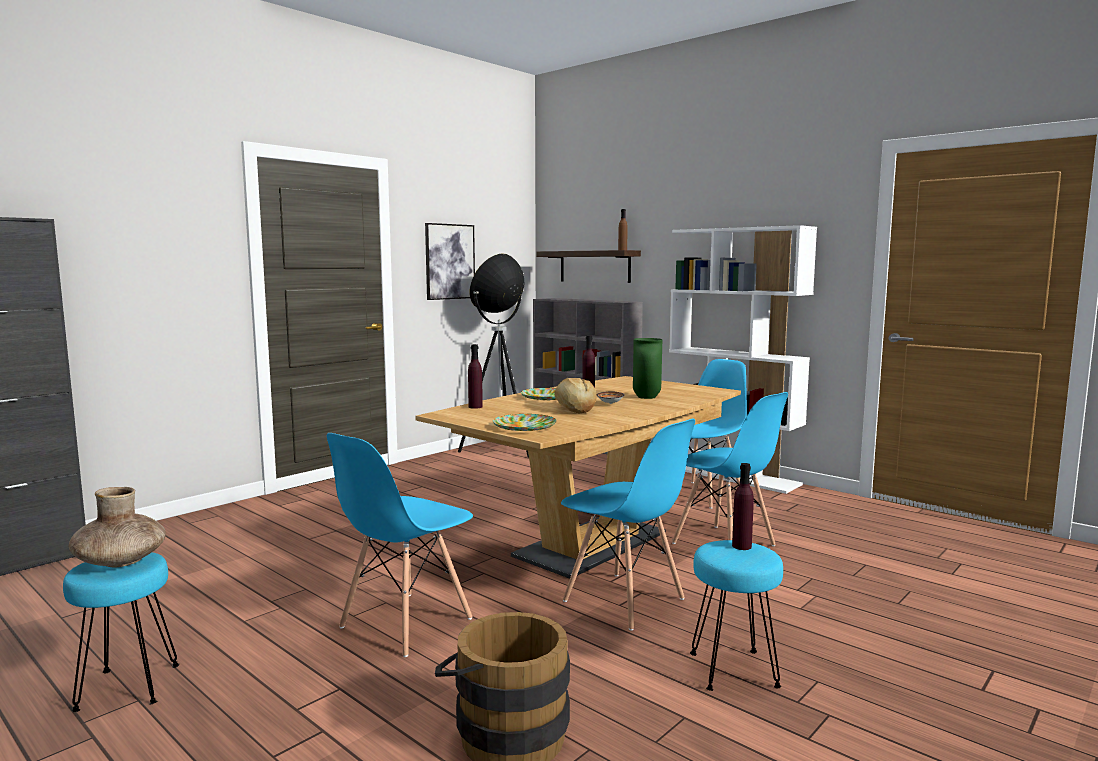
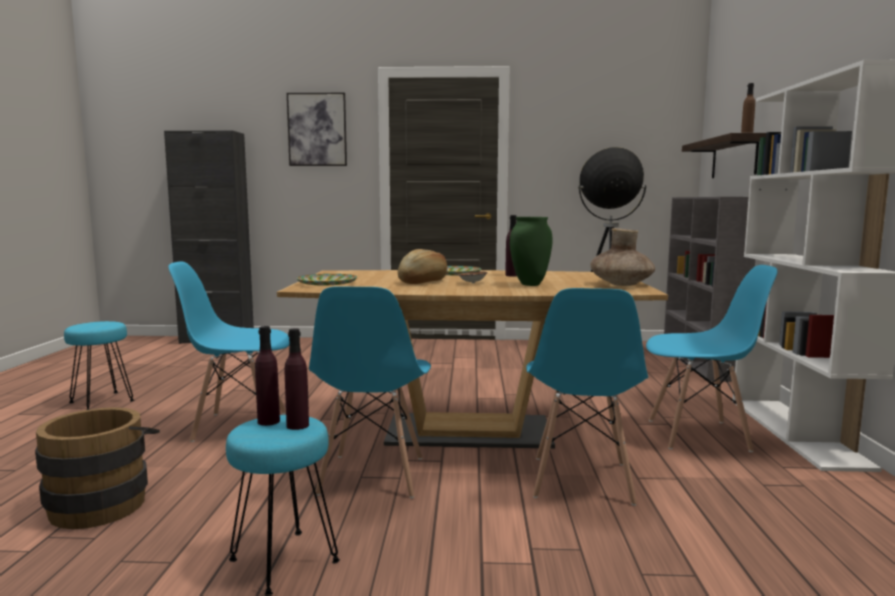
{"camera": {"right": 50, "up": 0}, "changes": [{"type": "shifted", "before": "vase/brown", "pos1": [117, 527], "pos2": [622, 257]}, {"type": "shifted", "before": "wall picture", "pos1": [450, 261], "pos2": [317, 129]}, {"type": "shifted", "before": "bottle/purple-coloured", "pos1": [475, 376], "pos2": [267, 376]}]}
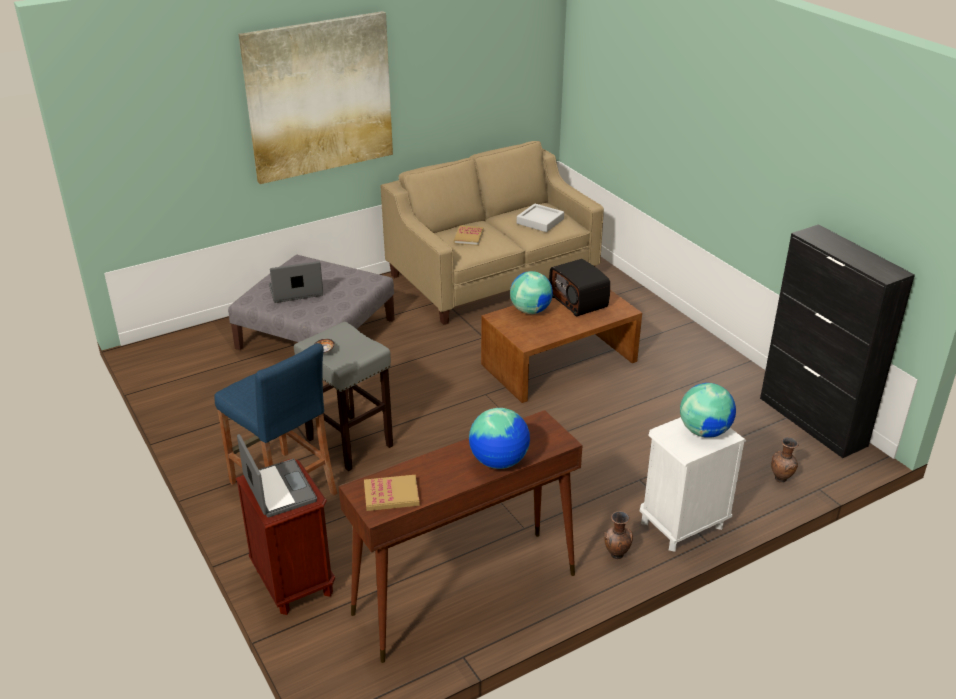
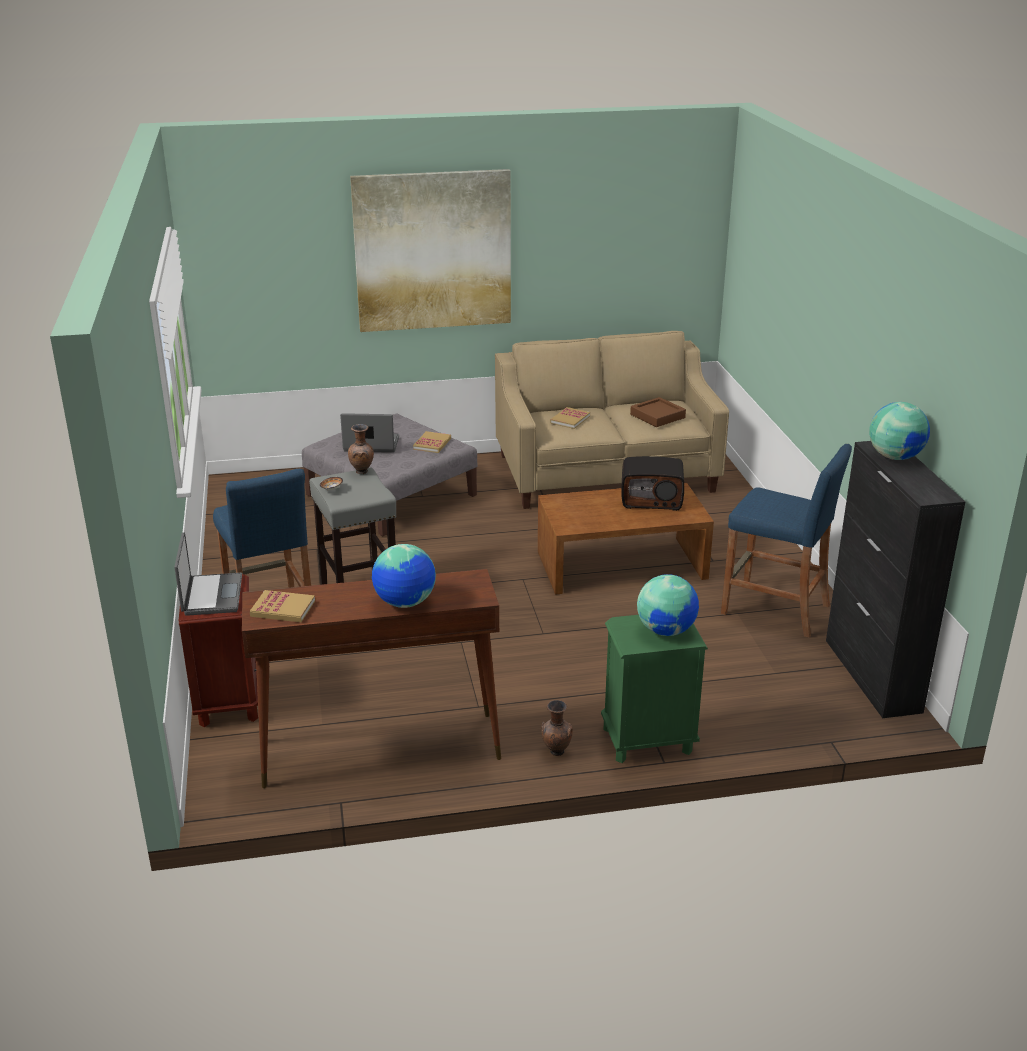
{"camera": {"right": 20, "up": -5}, "changes": [{"type": "new", "after": "bound book", "pos2": [432, 442]}, {"type": "new", "after": "sitting stool/blue-coloured", "pos2": [786, 541]}, {"type": "shifted", "before": "globe", "pos1": [531, 292], "pos2": [899, 431]}, {"type": "shifted", "before": "vase/brown", "pos1": [785, 459], "pos2": [361, 449]}, {"type": "repainted", "before": "tray/grey", "after": "tray/brown", "pos1": [540, 217], "pos2": [658, 412]}, {"type": "repainted", "before": "bedside table/whitish", "after": "bedside table/green-coloured", "pos1": [693, 484], "pos2": [654, 689]}, {"type": "rotated", "before": "radio set", "pos1": [579, 287], "pos2": [652, 483], "turn": -75}]}
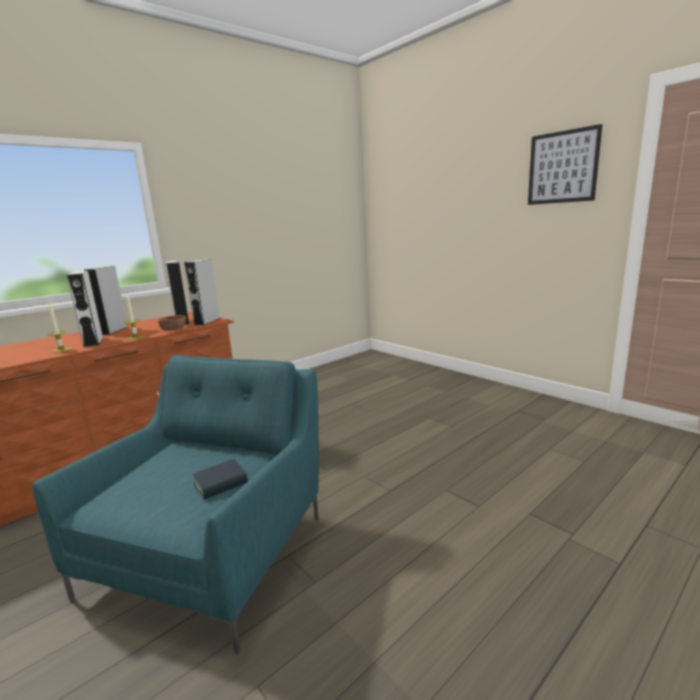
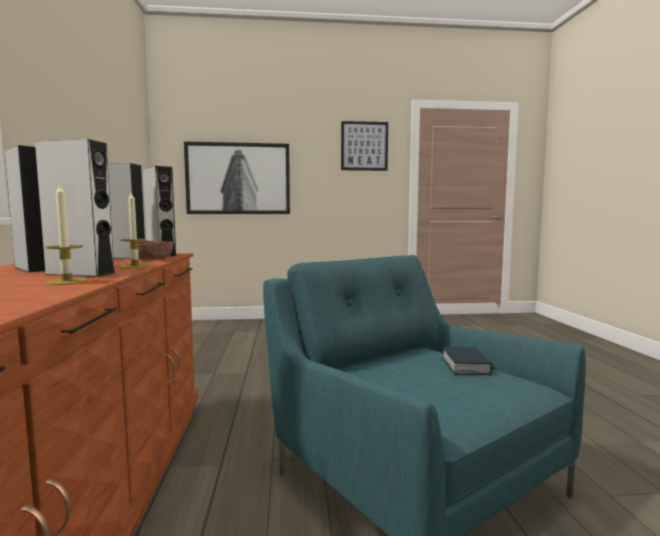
{"camera": {"right": -55, "up": -10}, "changes": [{"type": "new", "after": "wall picture", "pos2": [237, 178]}]}
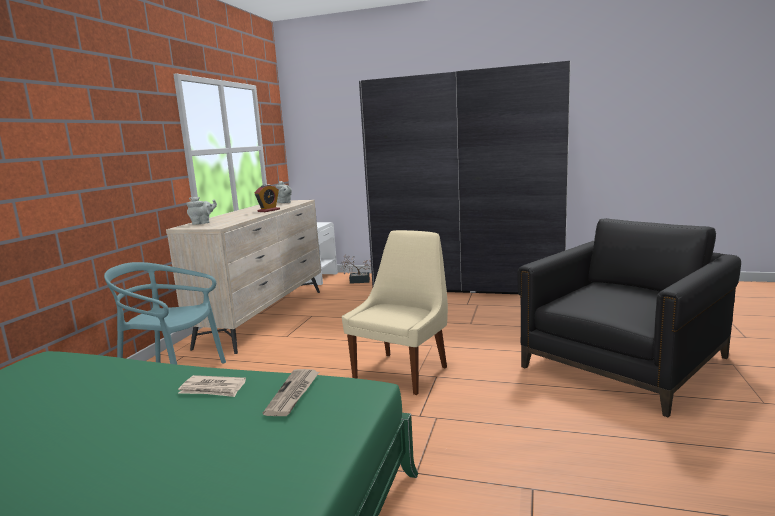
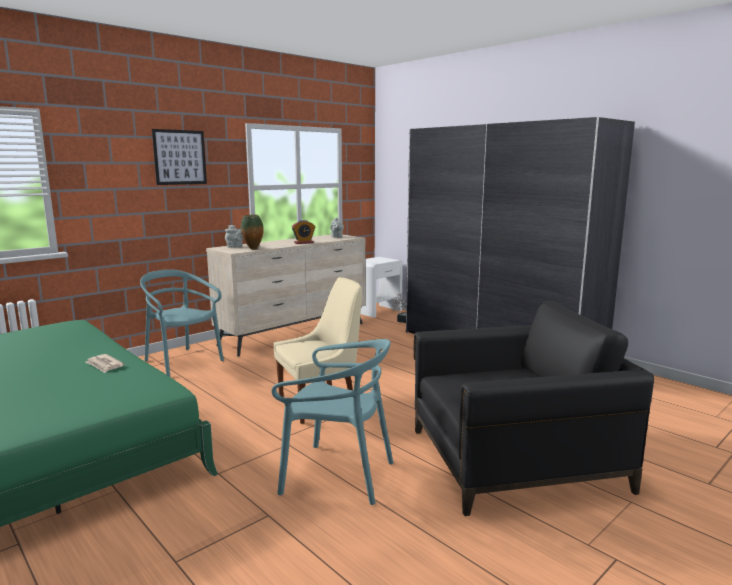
{"camera": {"right": 30, "up": 0}, "changes": [{"type": "gone", "before": "newspaper", "pos1": [291, 392]}, {"type": "new", "after": "wall picture", "pos2": [179, 157]}, {"type": "new", "after": "vase", "pos2": [252, 232]}, {"type": "new", "after": "chair/blue-green", "pos2": [332, 422]}]}
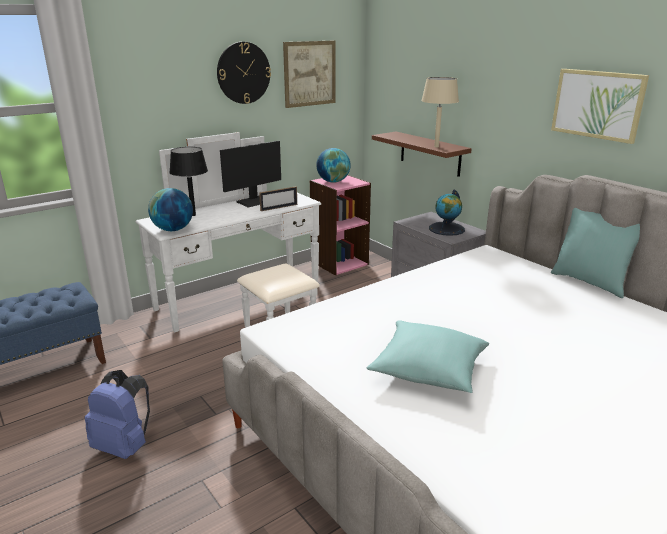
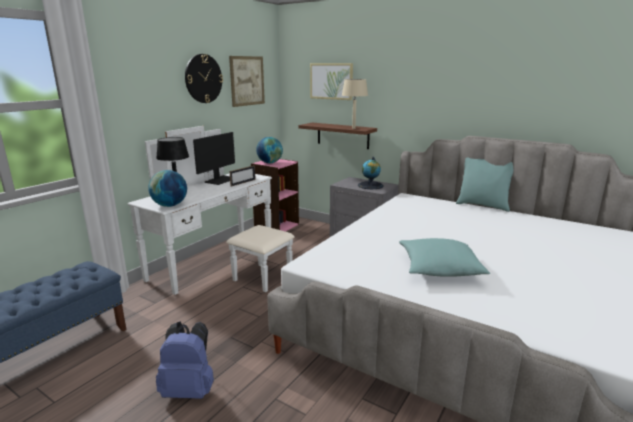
{"camera": {"right": -20, "up": -5}, "changes": [{"type": "shifted", "before": "wall picture", "pos1": [600, 106], "pos2": [331, 81]}]}
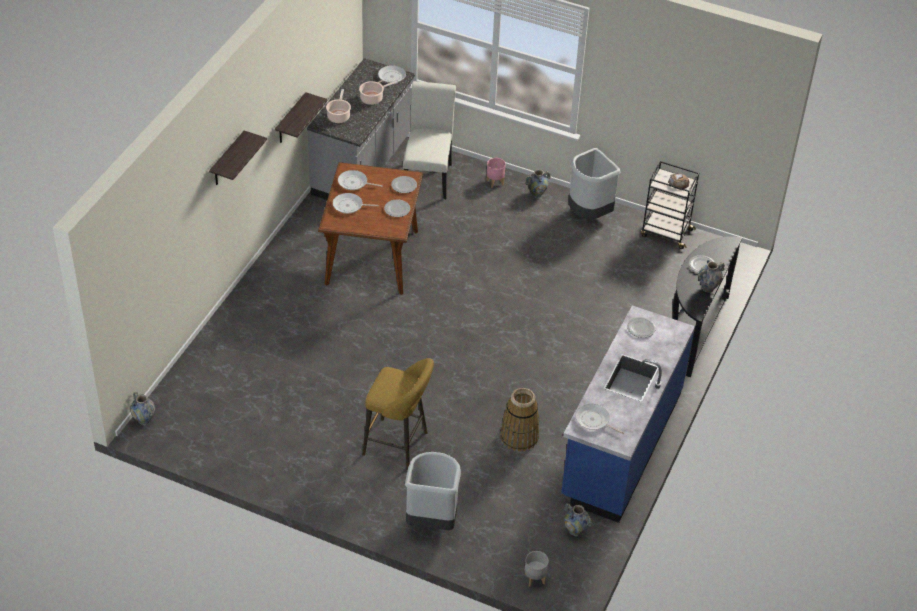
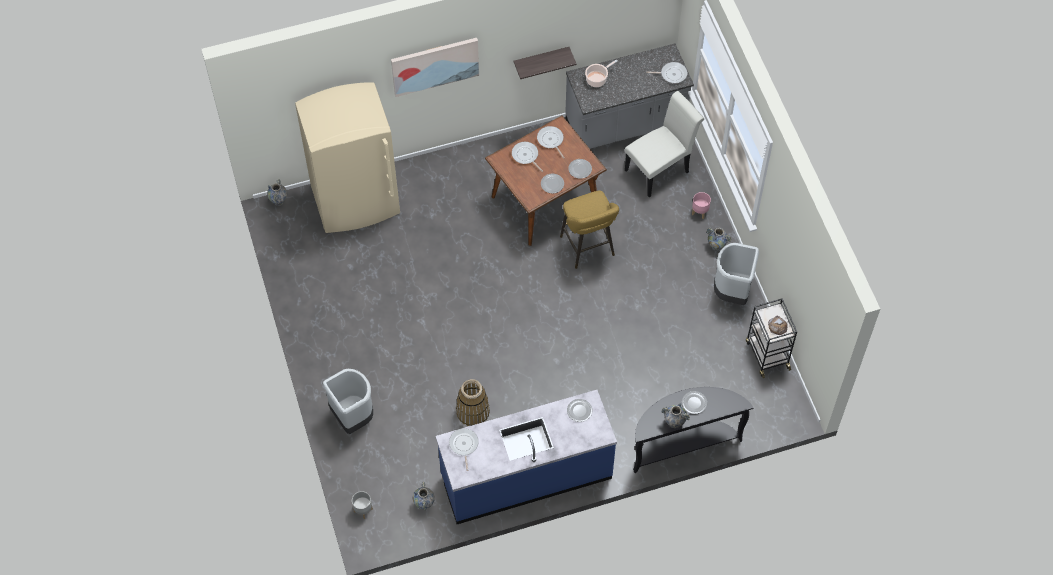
{"camera": {"right": 50, "up": 15}, "changes": [{"type": "gone", "before": "cooking pot", "pos1": [378, 93]}, {"type": "new", "after": "kitchen fridge/sand-coloured", "pos2": [347, 157]}, {"type": "shifted", "before": "sitting stool/yellow", "pos1": [398, 413], "pos2": [589, 230]}, {"type": "swapped", "before": "wall shelf", "after": "wall picture", "pos1": [238, 158], "pos2": [435, 67]}]}
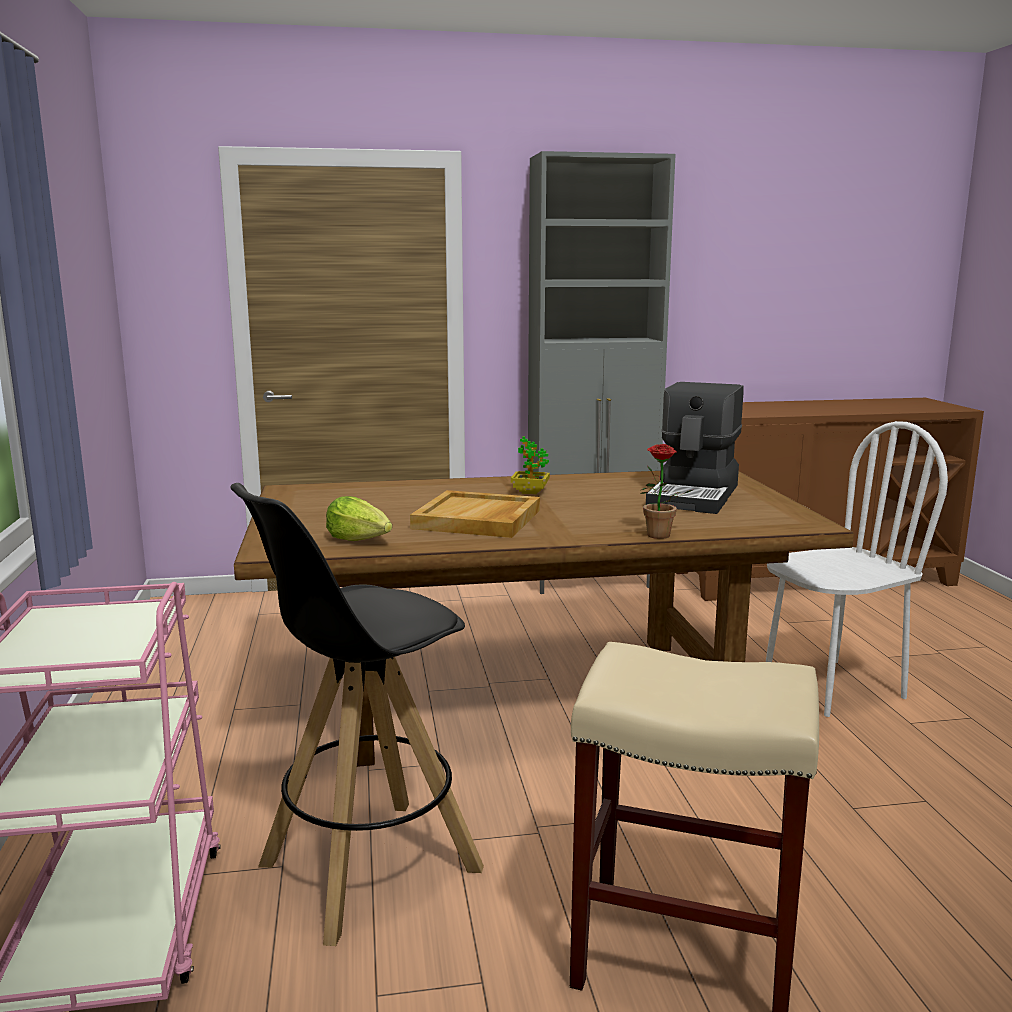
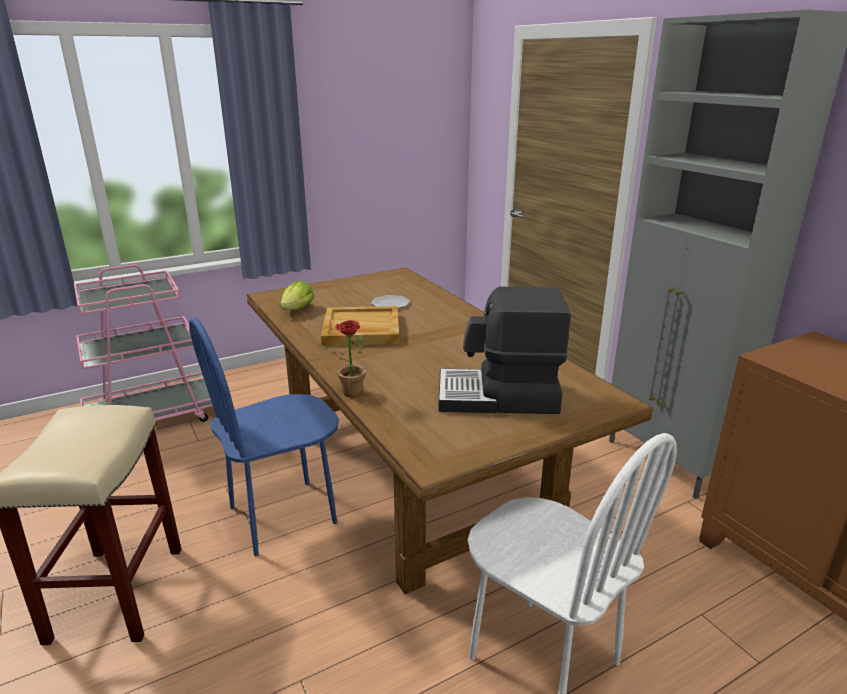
{"camera": {"right": 70, "up": 10}, "changes": [{"type": "gone", "before": "sitting stool/black-coloured", "pos1": [357, 714]}, {"type": "gone", "before": "plant in a pot", "pos1": [530, 465]}, {"type": "new", "after": "chair/blue-coloured", "pos2": [264, 437]}, {"type": "new", "after": "flat dish", "pos2": [390, 301]}]}
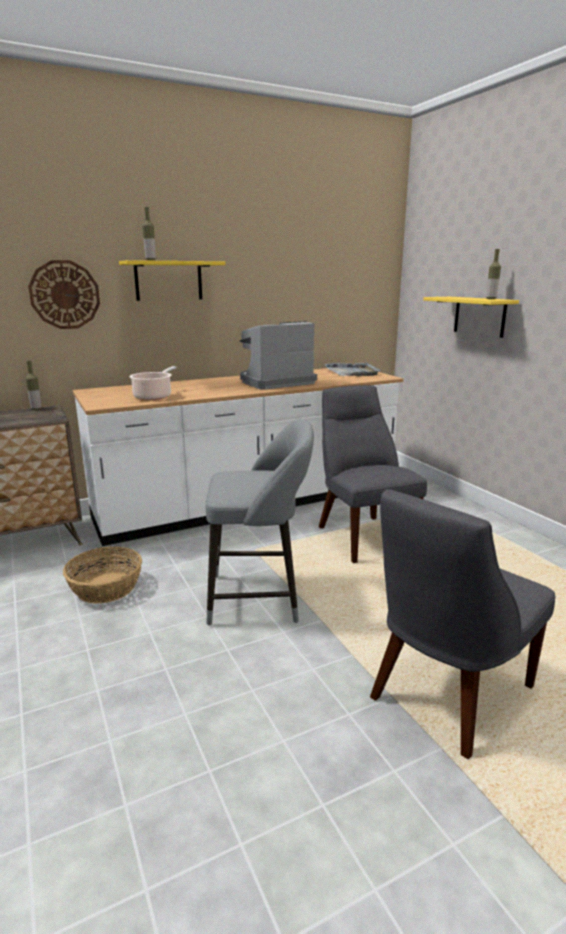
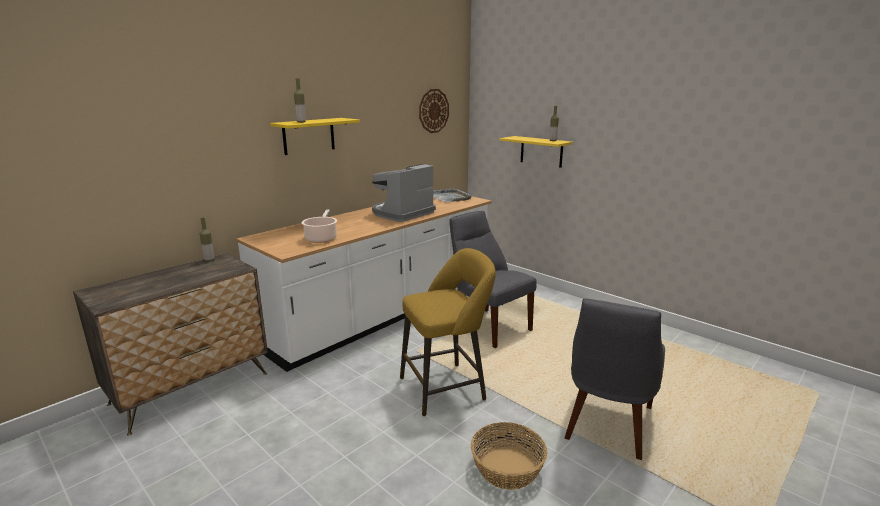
{"camera": {"right": -20, "up": 0}, "changes": [{"type": "shifted", "before": "hanging clock", "pos1": [64, 294], "pos2": [434, 111]}, {"type": "shifted", "before": "storage basket", "pos1": [102, 575], "pos2": [509, 456]}, {"type": "repainted", "before": "sitting stool/grey", "after": "sitting stool/yellow", "pos1": [260, 522], "pos2": [448, 332]}]}
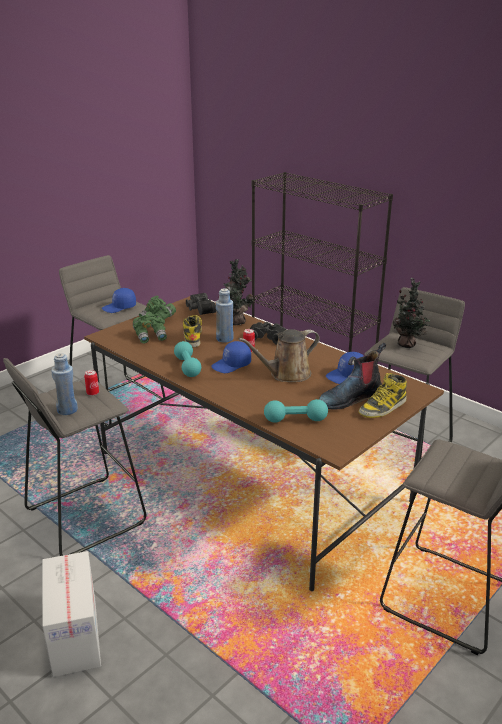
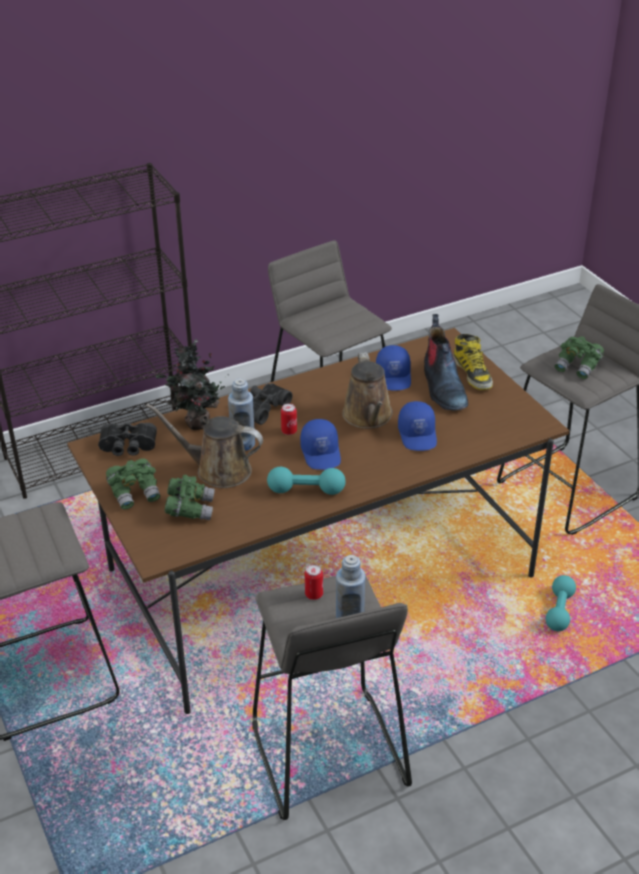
{"camera": {"right": -70, "up": 10}, "changes": [{"type": "gone", "before": "packing box", "pos1": [71, 614]}, {"type": "gone", "before": "plant in a pot", "pos1": [411, 312]}, {"type": "new", "after": "binoculars/green-coloured", "pos2": [579, 357]}, {"type": "shifted", "before": "cap/blue-coloured", "pos1": [119, 300], "pos2": [417, 426]}, {"type": "shifted", "before": "hand weight/blue-green", "pos1": [296, 411], "pos2": [561, 603]}, {"type": "swapped", "before": "boot", "after": "sprinkling can/brown", "pos1": [192, 331], "pos2": [204, 445]}]}
